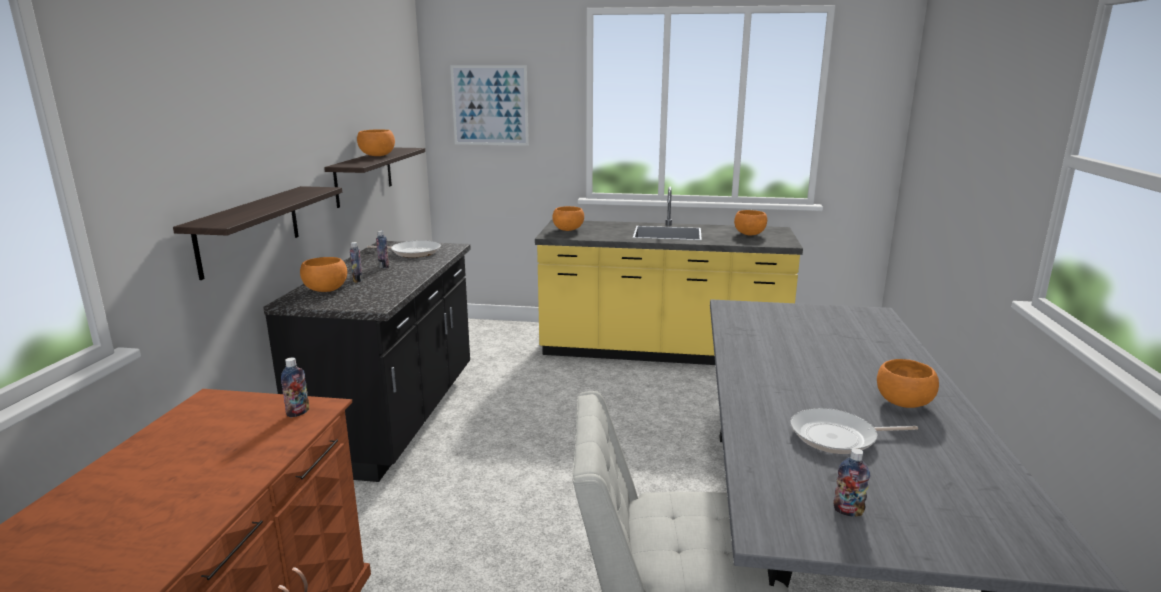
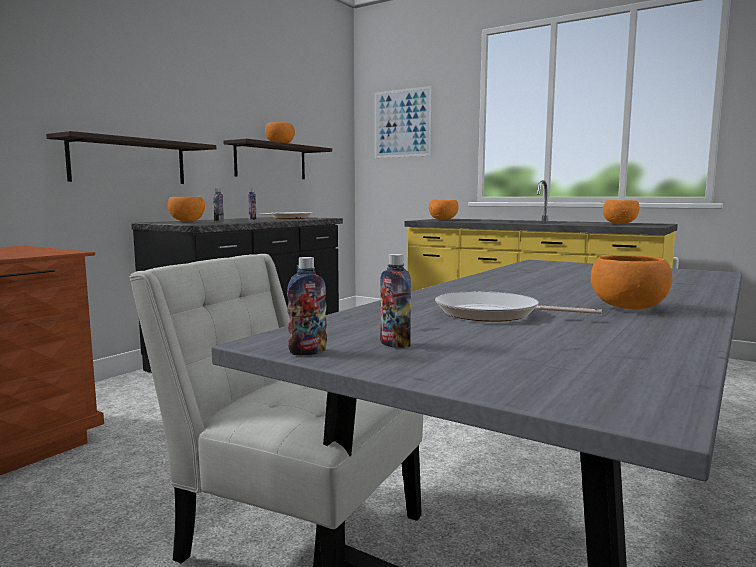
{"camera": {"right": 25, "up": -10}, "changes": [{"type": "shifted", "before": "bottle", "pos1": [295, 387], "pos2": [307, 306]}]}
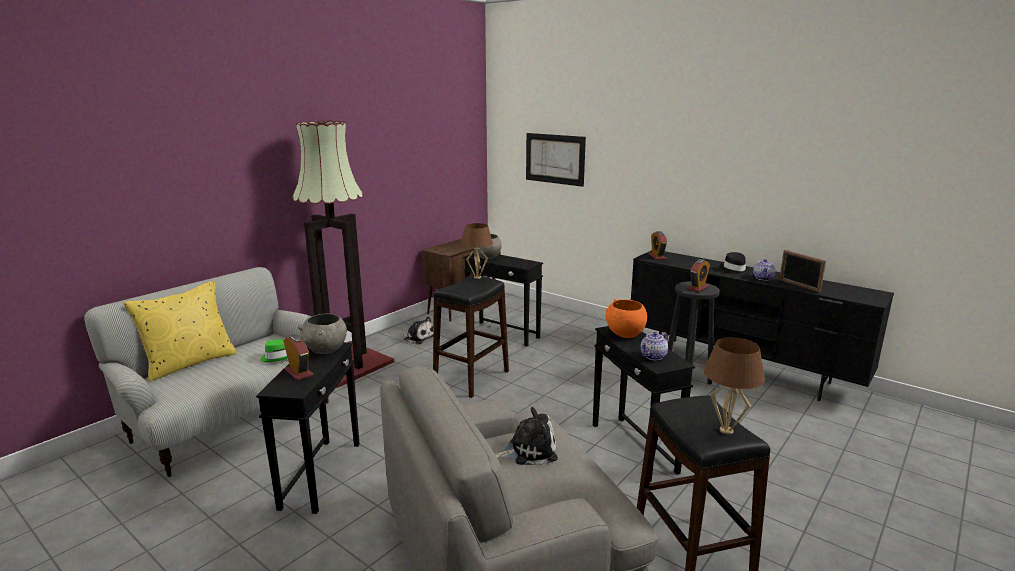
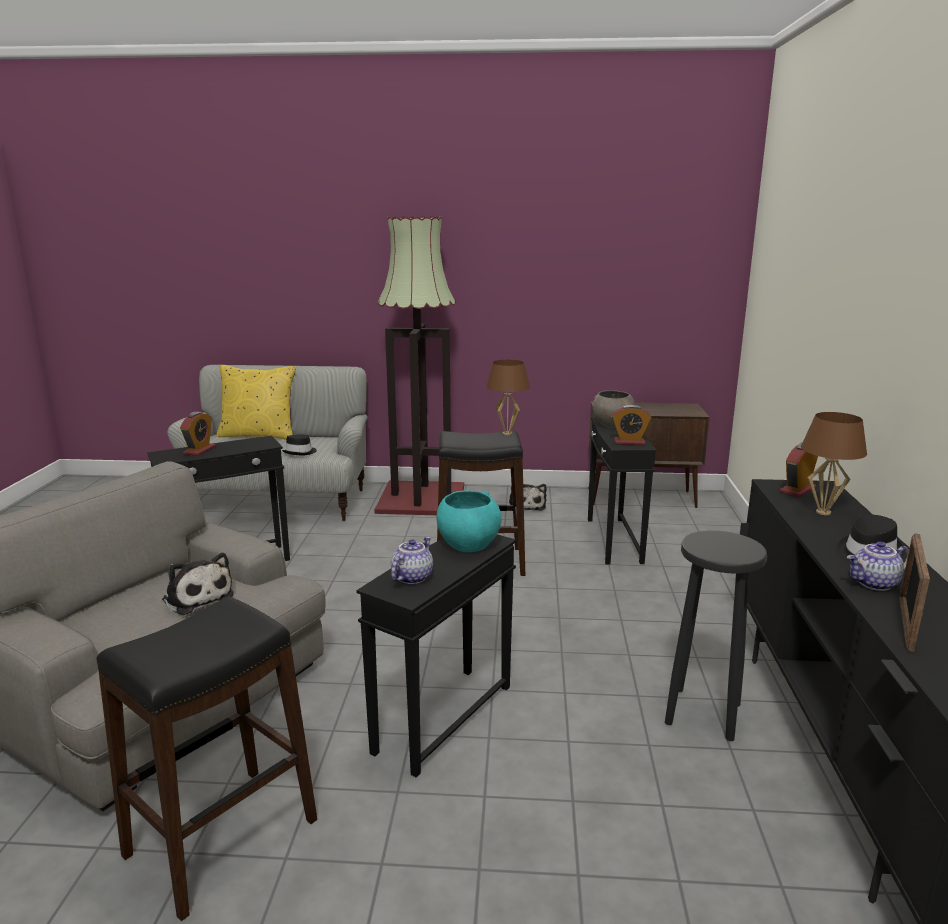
{"camera": {"right": 55, "up": 0}, "changes": [{"type": "gone", "before": "bowl/grey", "pos1": [322, 334]}, {"type": "gone", "before": "wall picture", "pos1": [556, 160]}, {"type": "shifted", "before": "alarm clock", "pos1": [698, 275], "pos2": [631, 425]}, {"type": "shifted", "before": "lamp for a table/brown", "pos1": [734, 385], "pos2": [834, 463]}, {"type": "repainted", "before": "hat/green-coloured", "after": "hat/black-coloured", "pos1": [274, 350], "pos2": [299, 444]}, {"type": "repainted", "before": "bowl/orange", "after": "bowl/blue-green", "pos1": [626, 318], "pos2": [469, 521]}, {"type": "rotated", "before": "tea pot", "pos1": [654, 346], "pos2": [412, 560], "turn": 105}]}
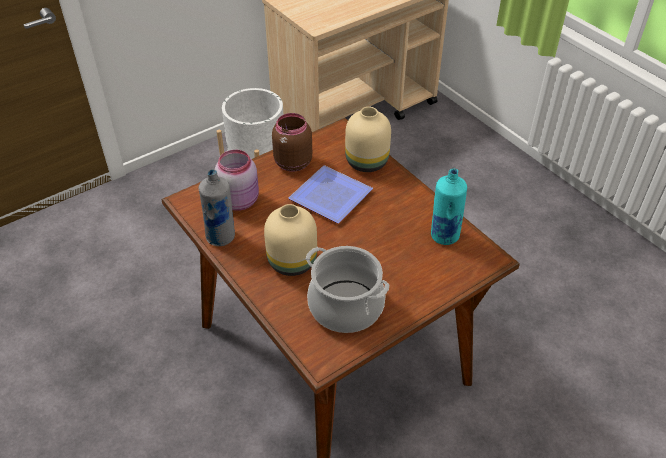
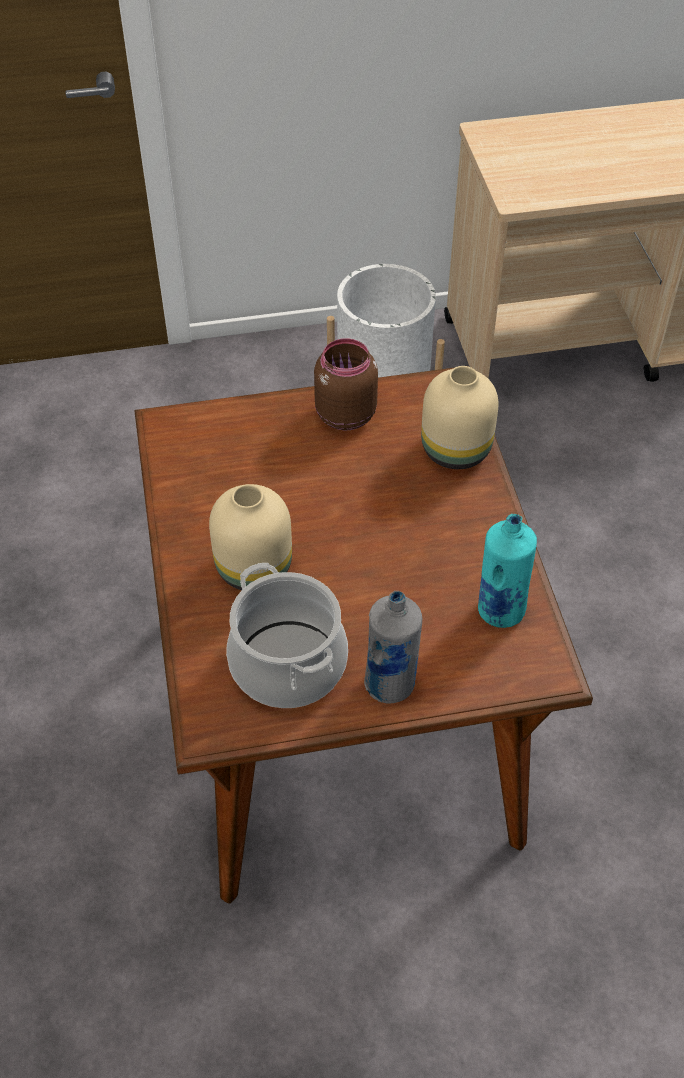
{"camera": {"right": 25, "up": 5}, "changes": [{"type": "gone", "before": "storage jar/pink-coloured", "pos1": [237, 180]}, {"type": "gone", "before": "flat dish", "pos1": [330, 194]}, {"type": "shifted", "before": "bottle/grey", "pos1": [217, 207], "pos2": [393, 647]}]}
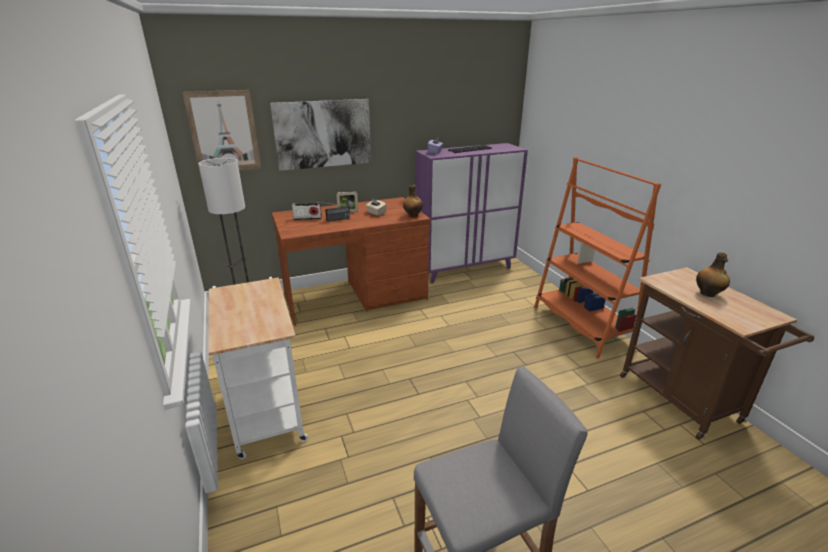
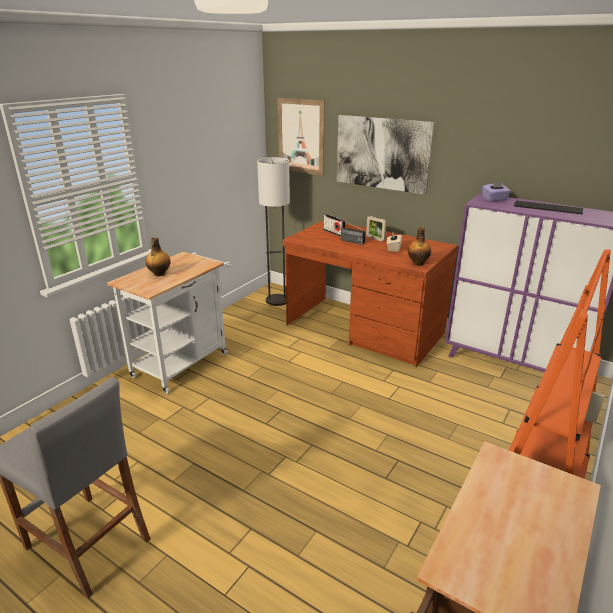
{"camera": {"right": 55, "up": 0}, "changes": [{"type": "shifted", "before": "bottle", "pos1": [713, 274], "pos2": [158, 256]}]}
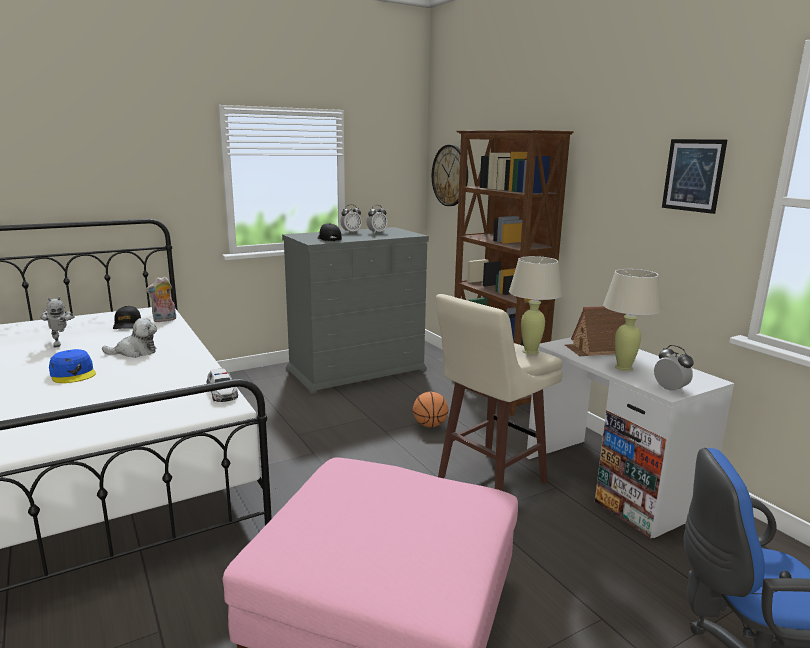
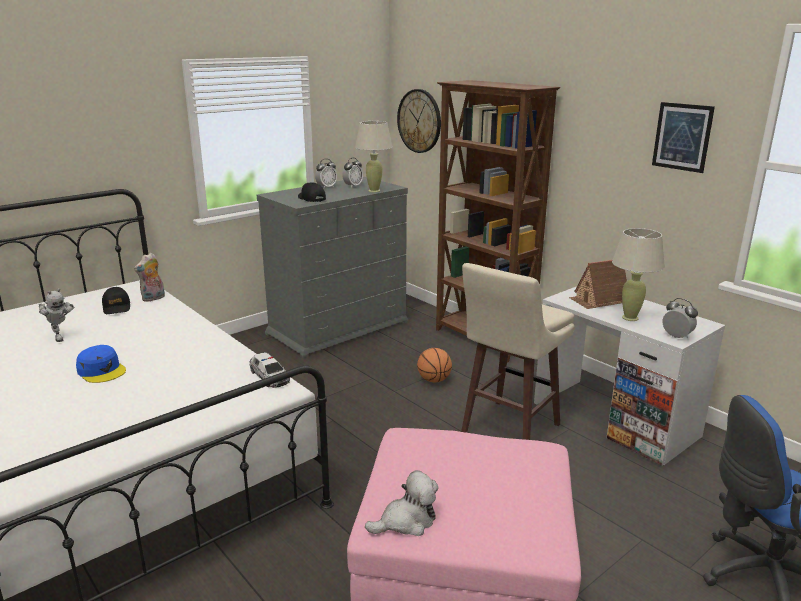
{"camera": {"right": -10, "up": 5}, "changes": [{"type": "shifted", "before": "cuddly toy", "pos1": [129, 338], "pos2": [402, 503]}, {"type": "shifted", "before": "lamp for a table/sand-coloured", "pos1": [536, 305], "pos2": [374, 157]}]}
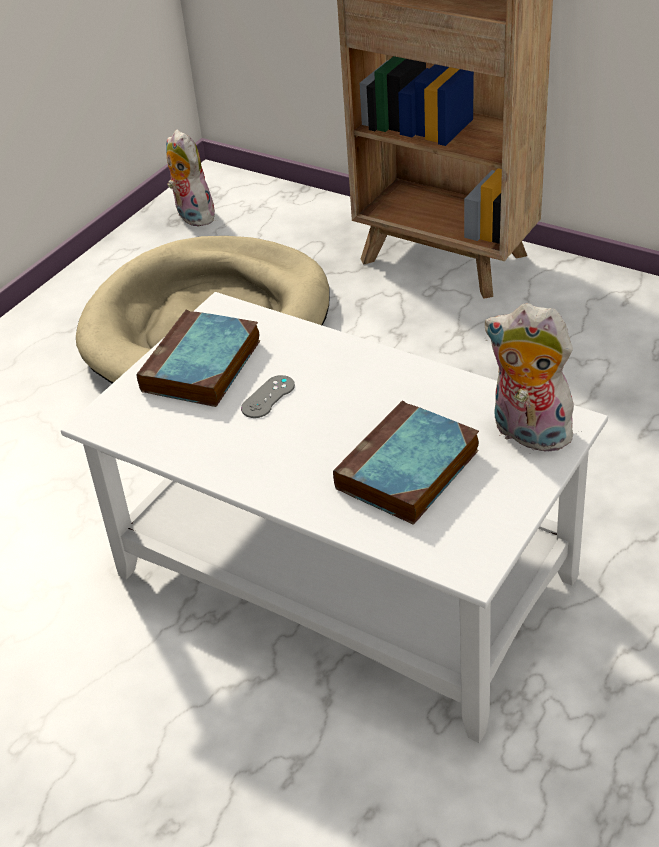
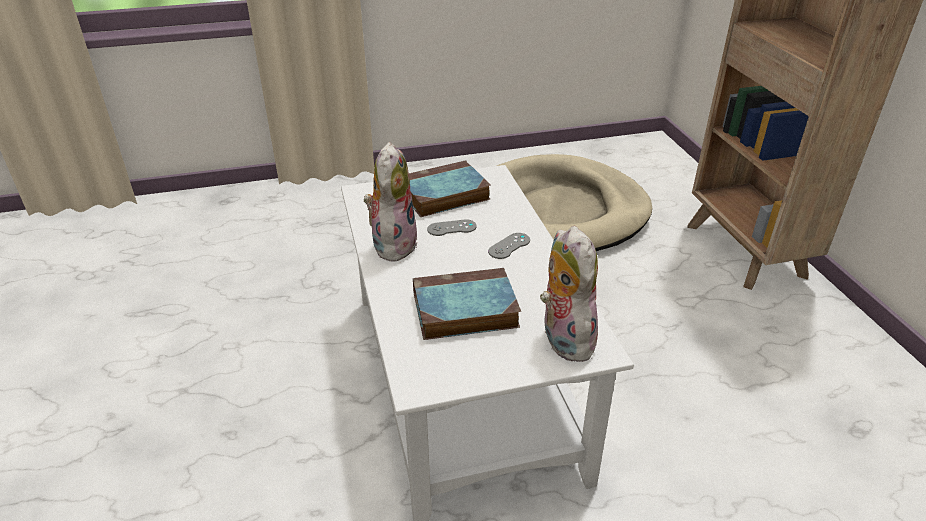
{"camera": {"right": 40, "up": -5}, "changes": [{"type": "new", "after": "gamepad/grey", "pos2": [509, 246]}, {"type": "shifted", "before": "cuddly toy", "pos1": [192, 178], "pos2": [390, 202]}]}
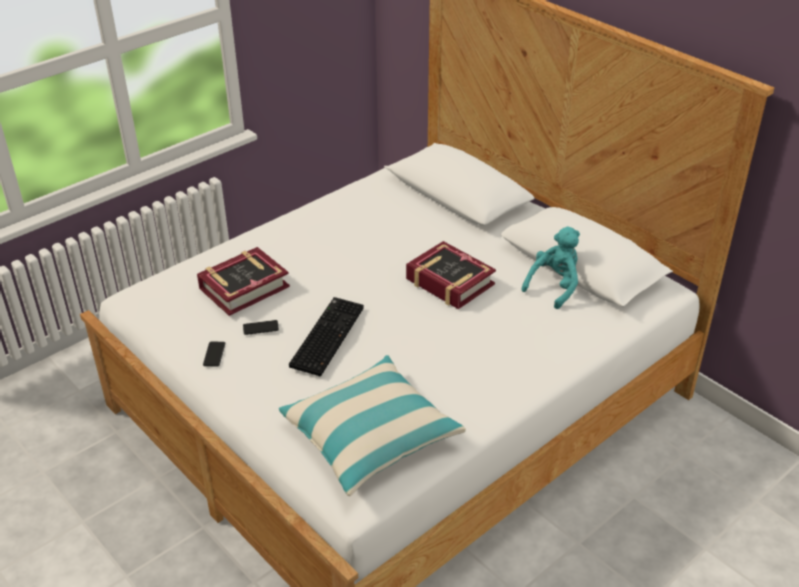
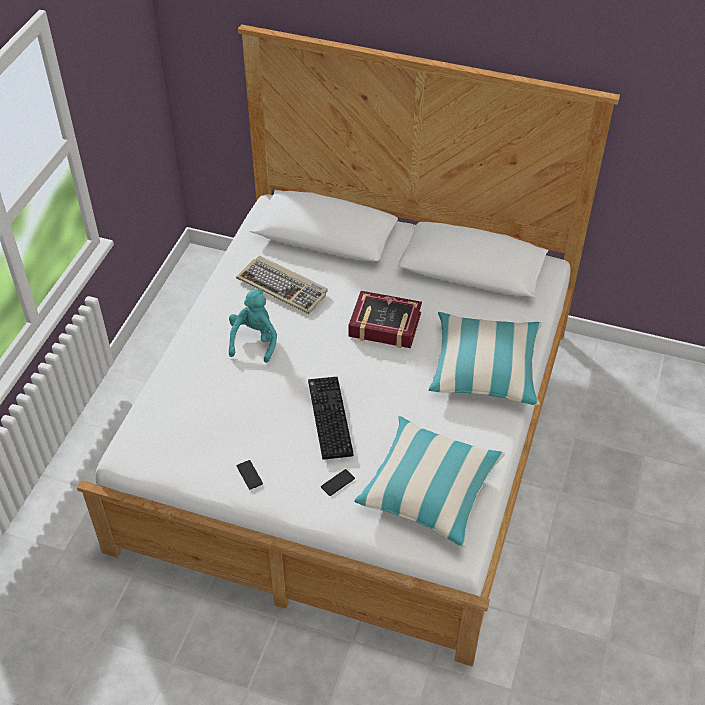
{"camera": {"right": -30, "up": 10}, "changes": [{"type": "gone", "before": "bound book", "pos1": [243, 281]}, {"type": "new", "after": "PC keyboard", "pos2": [282, 285]}, {"type": "new", "after": "pillow", "pos2": [485, 358]}, {"type": "shifted", "before": "phone", "pos1": [261, 327], "pos2": [338, 482]}, {"type": "shifted", "before": "cuddly toy/blue-green", "pos1": [550, 268], "pos2": [253, 326]}]}
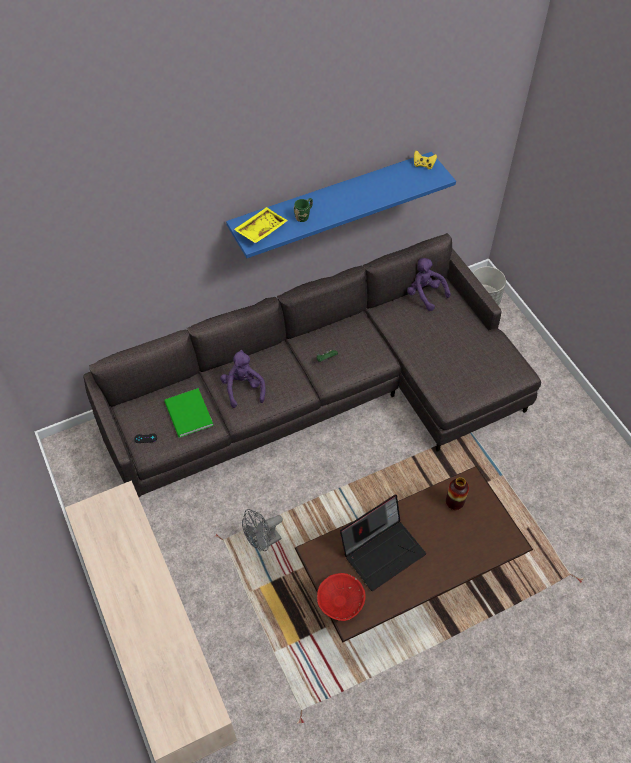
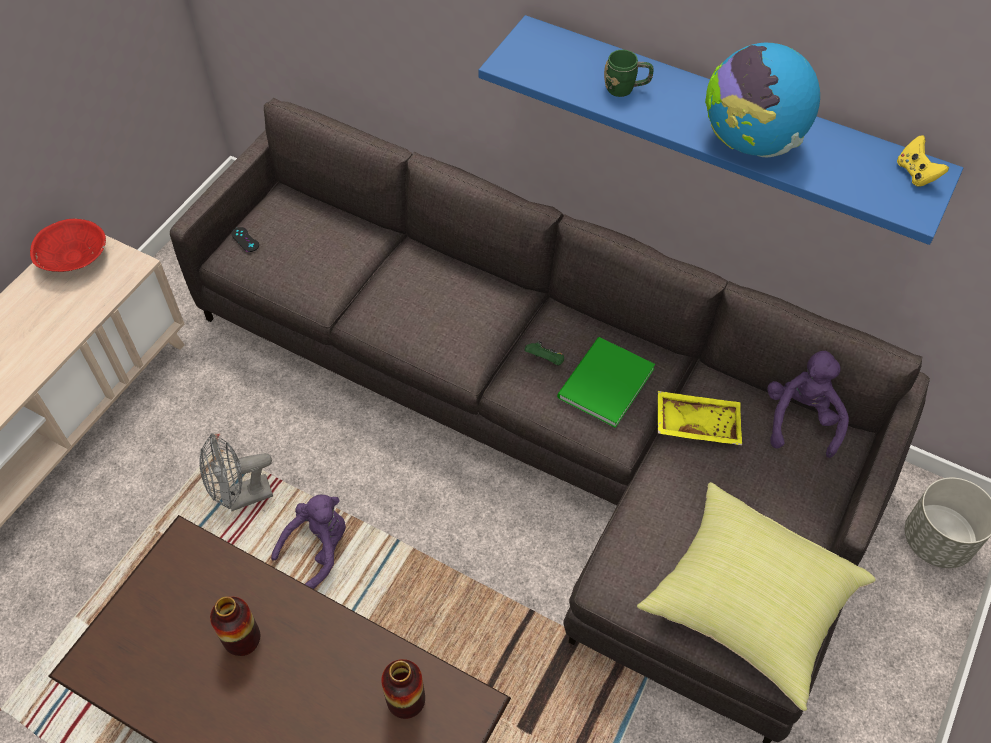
{"camera": {"right": 55, "up": 0}, "changes": [{"type": "new", "after": "pillow/yellow", "pos2": [756, 596]}, {"type": "new", "after": "globe", "pos2": [762, 100]}, {"type": "shifted", "before": "bound book/green-coloured", "pos1": [189, 413], "pos2": [606, 382]}, {"type": "shifted", "before": "cuddly toy/purple-coloured", "pos1": [243, 379], "pos2": [308, 542]}, {"type": "shifted", "before": "tray/yellow", "pos1": [261, 225], "pos2": [700, 418]}, {"type": "shifted", "before": "bowl/red-coloured", "pos1": [341, 597], "pos2": [68, 245]}, {"type": "swapped", "before": "laptop", "after": "vase", "pos1": [383, 542], "pos2": [235, 626]}, {"type": "rotated", "before": "electric fan/grey", "pos1": [262, 530], "pos2": [236, 472], "turn": -45}]}
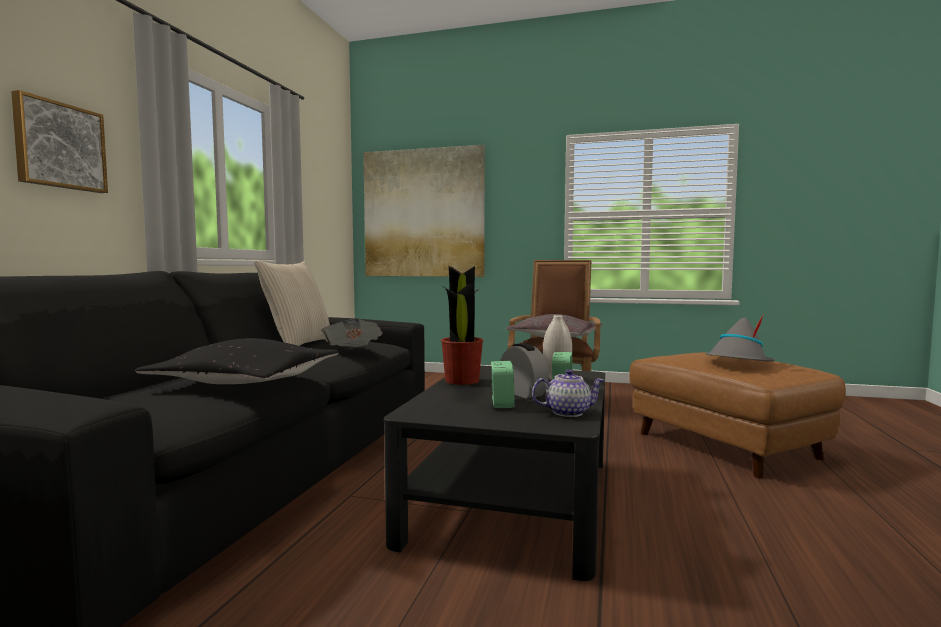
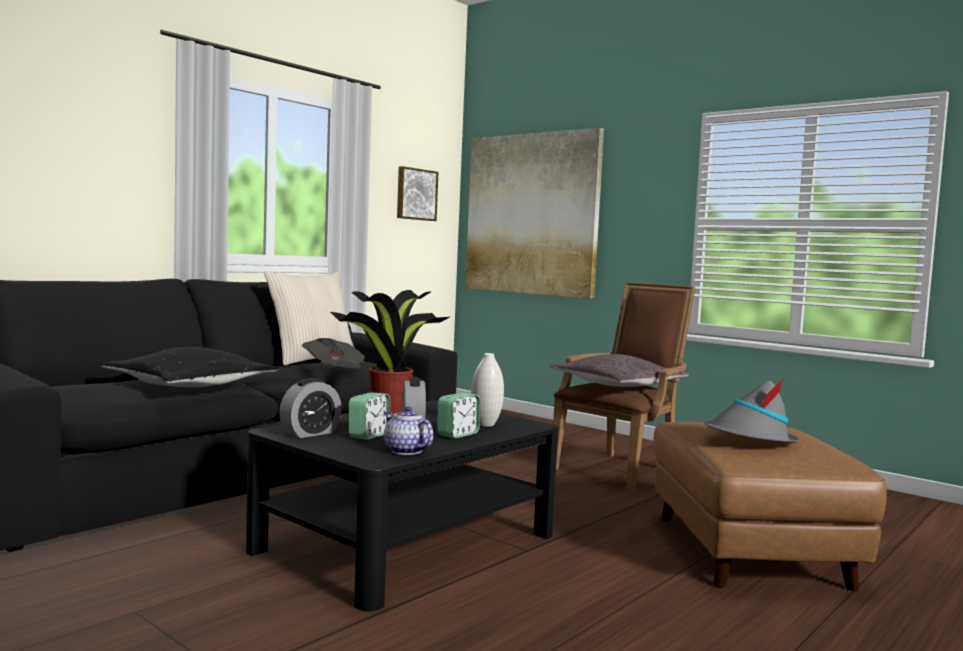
{"camera": {"right": 25, "up": 0}, "changes": [{"type": "new", "after": "alarm clock", "pos2": [310, 408]}, {"type": "shifted", "before": "wall picture", "pos1": [59, 141], "pos2": [417, 193]}, {"type": "rotated", "before": "tea pot", "pos1": [568, 393], "pos2": [408, 431], "turn": -150}]}
